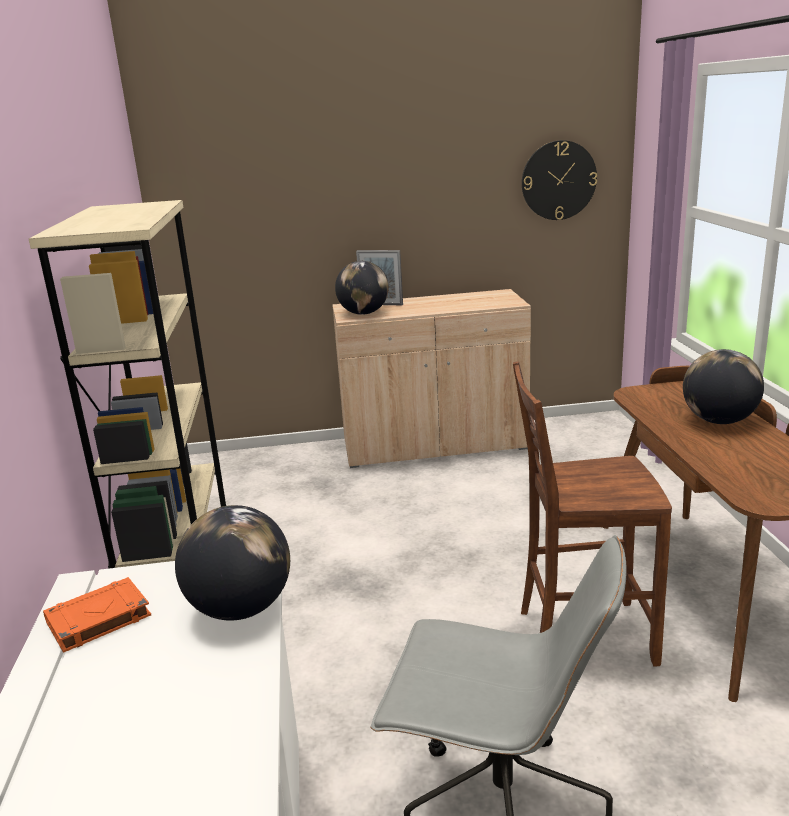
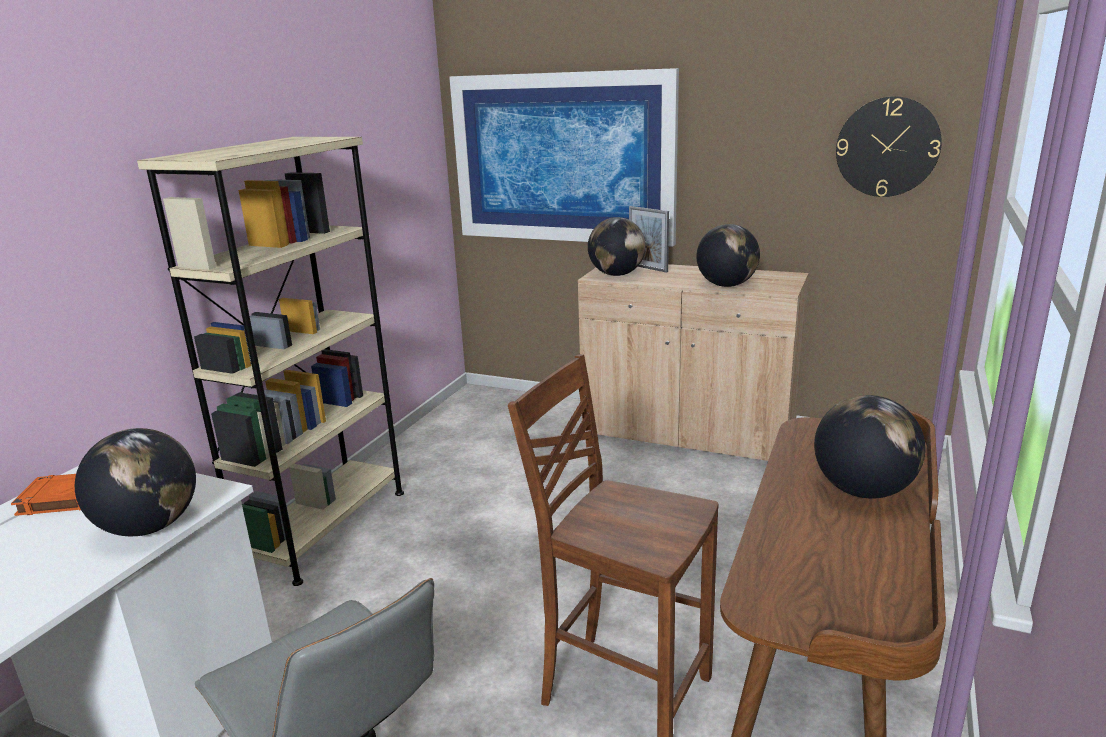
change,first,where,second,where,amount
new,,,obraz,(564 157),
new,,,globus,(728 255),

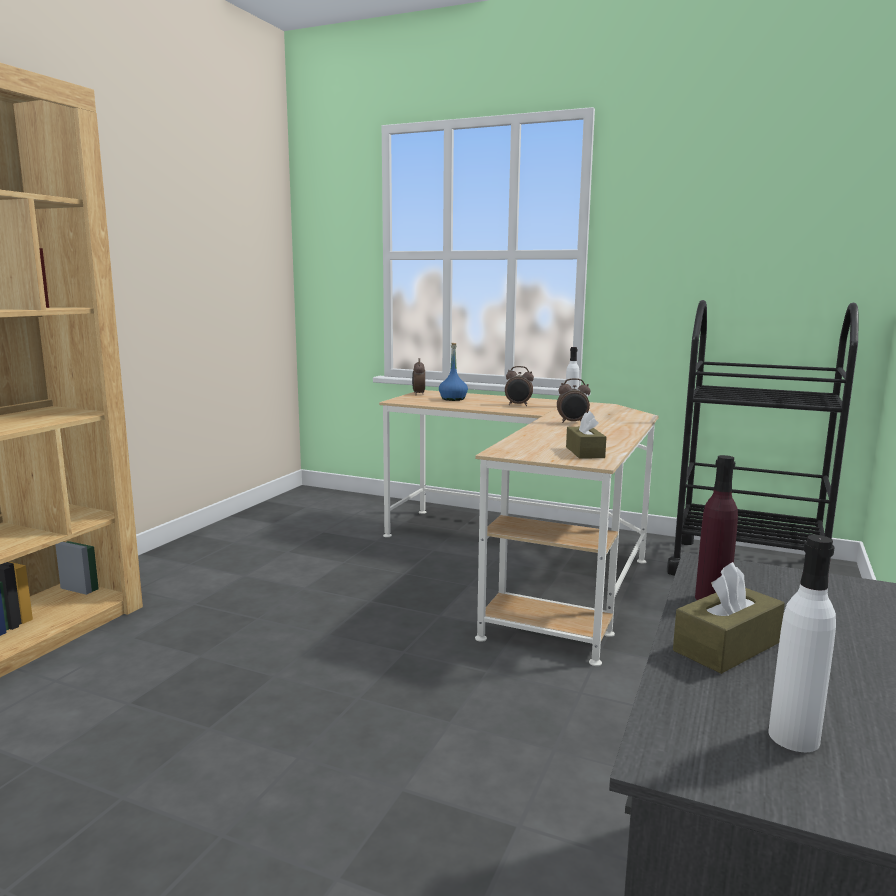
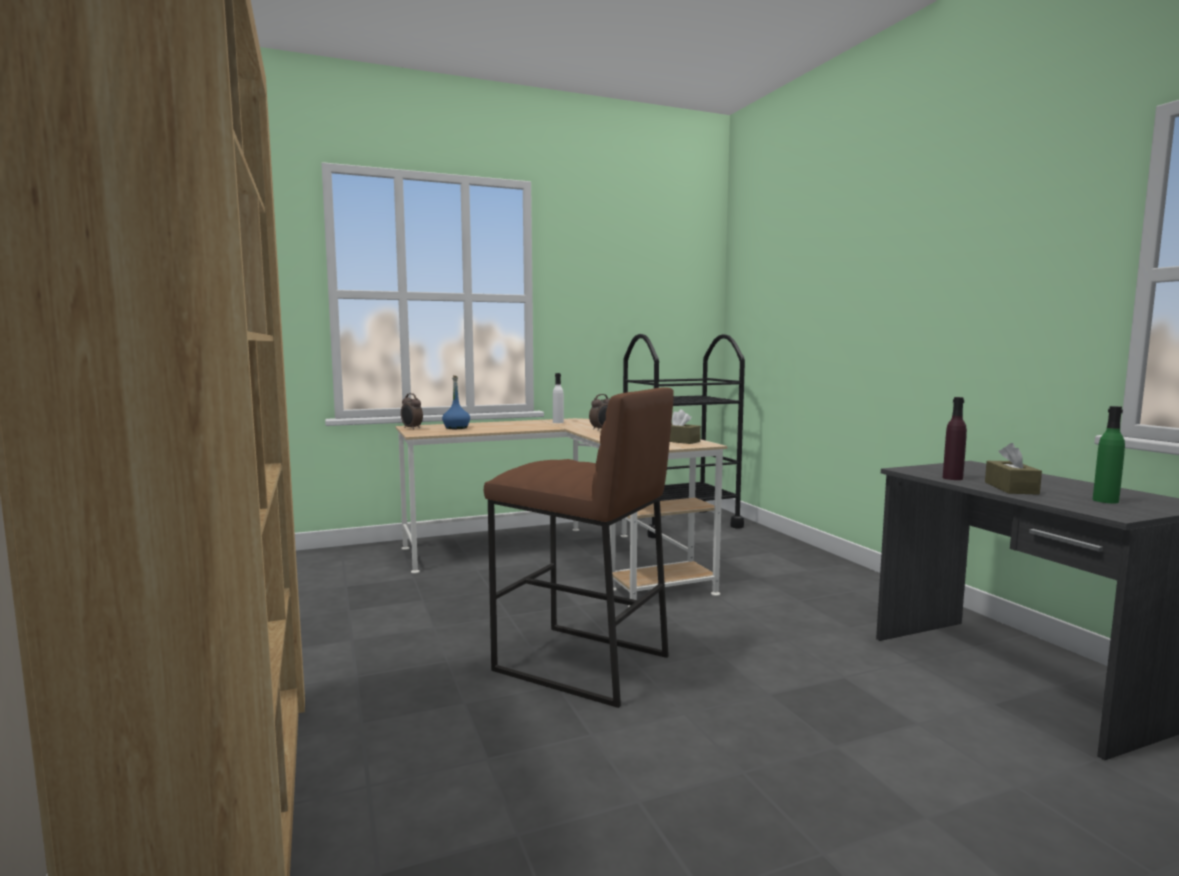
change,first,where,second,where,amount
gone,budzik,(519 386),,,
repainted,butelka [biały],(802 643),butelka [zielony],(1108 454),
new,,,stołek [brązowy],(579 547),

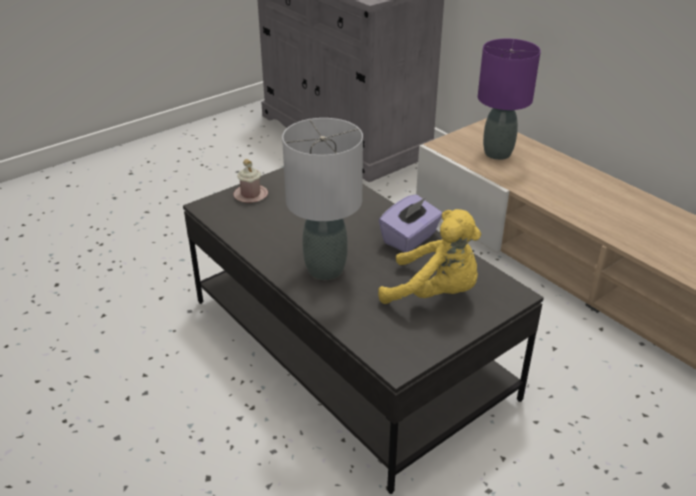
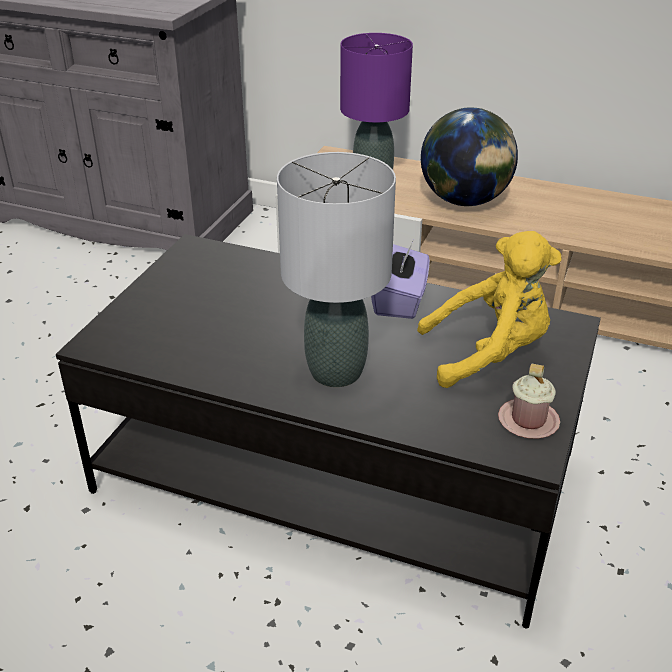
change,first,where,second,where,amount
shifted,kubek [różowy],(250 181),,(529 401),
new,,,globus,(469 156),

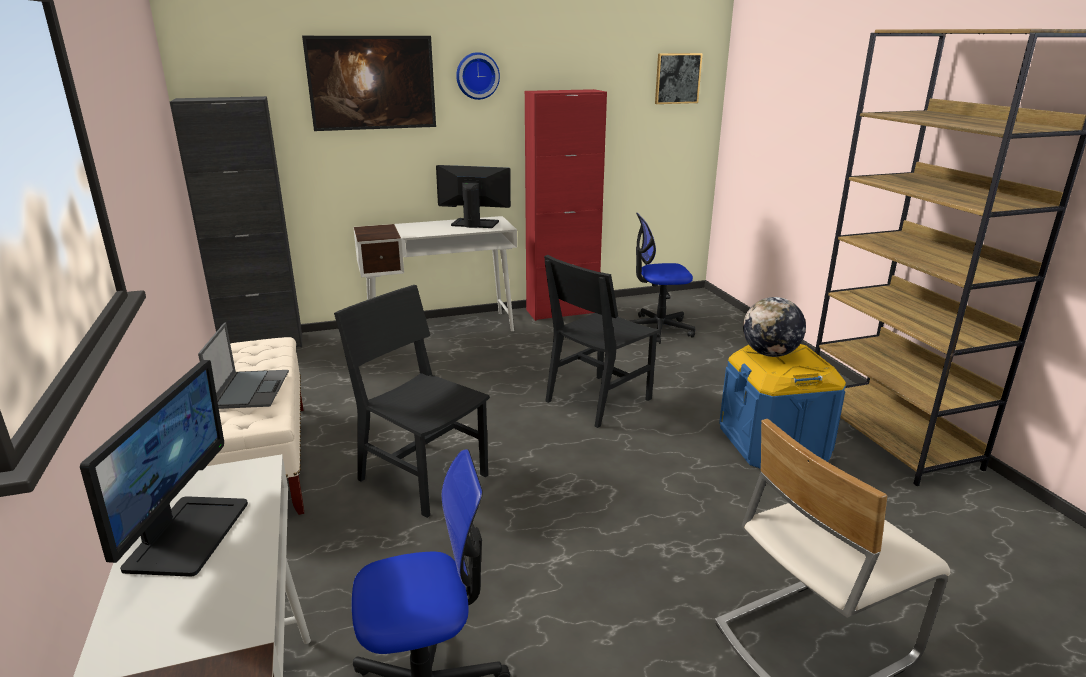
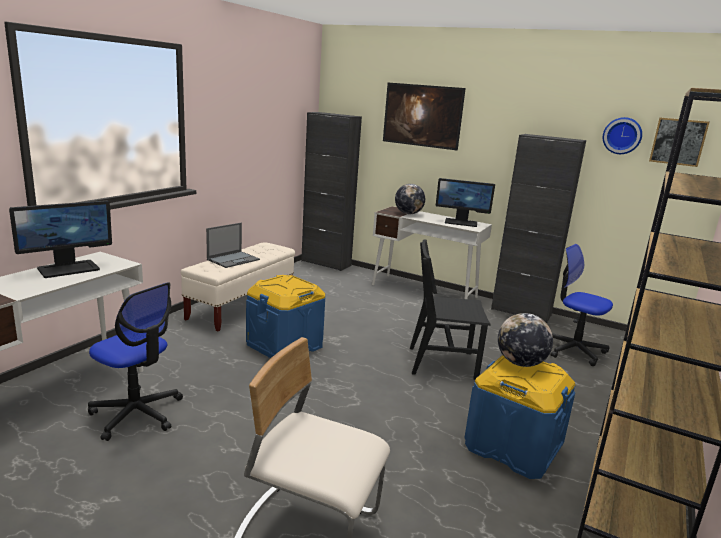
change,first,where,second,where,amount
shifted,zegar ścienny,(478 76),,(622 135),
repainted,szafka [czerwony],(566 205),szafka [czarny],(538 228),
rotated,monitor,(473 196),,(465 202),135 degrees clockwise
swapped,krzesło [czarny],(412 401),pojemnik do przechowywania [niebieski],(285 316),
new,,,globus,(410 199),

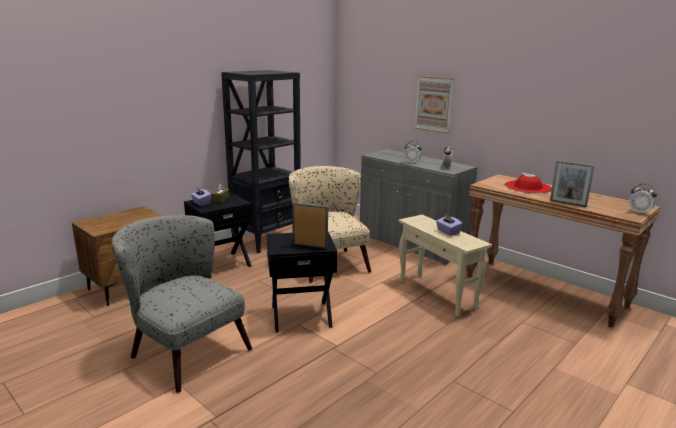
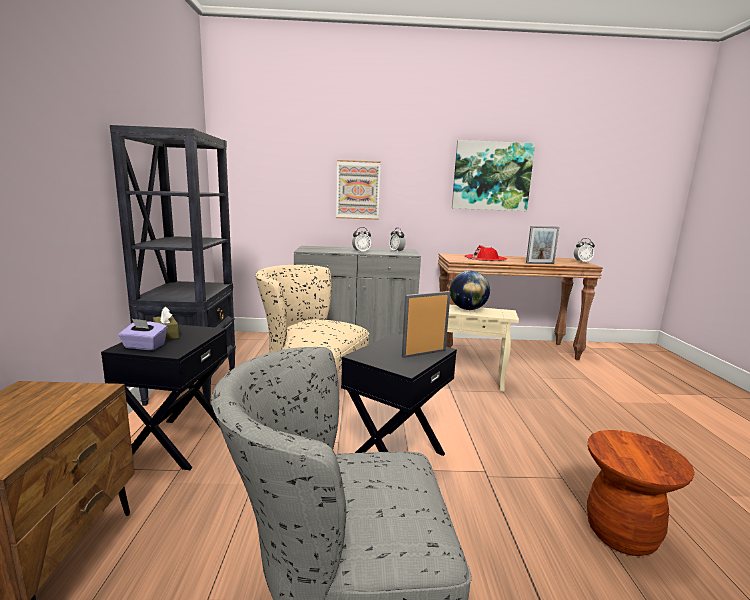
change,first,where,second,where,amount
swapped,pudełko chusteczek [fioletowy],(449 225),globus,(470 290),
new,,,obraz,(493 175),
new,,,stołek [brązowy],(641 493),

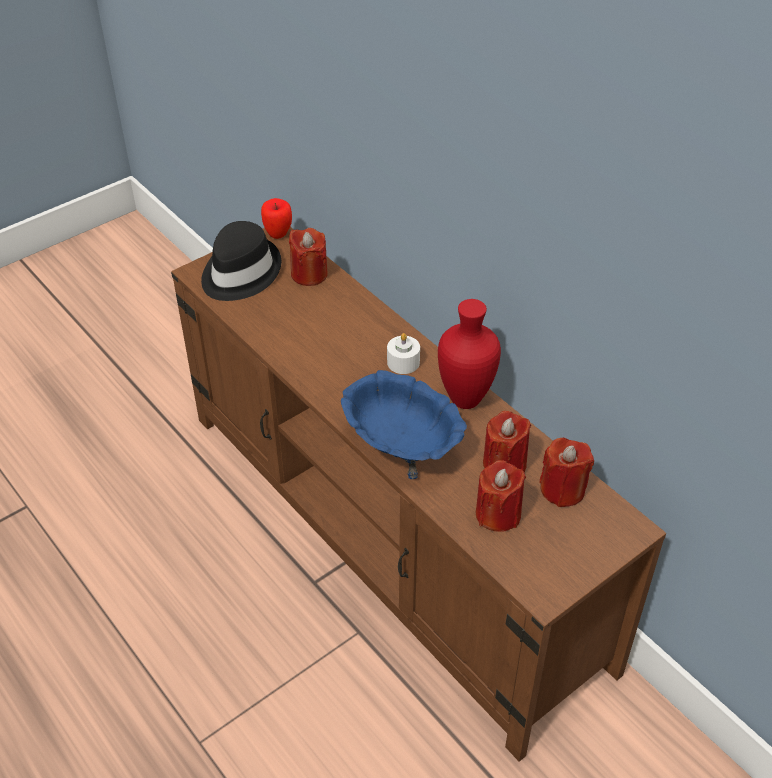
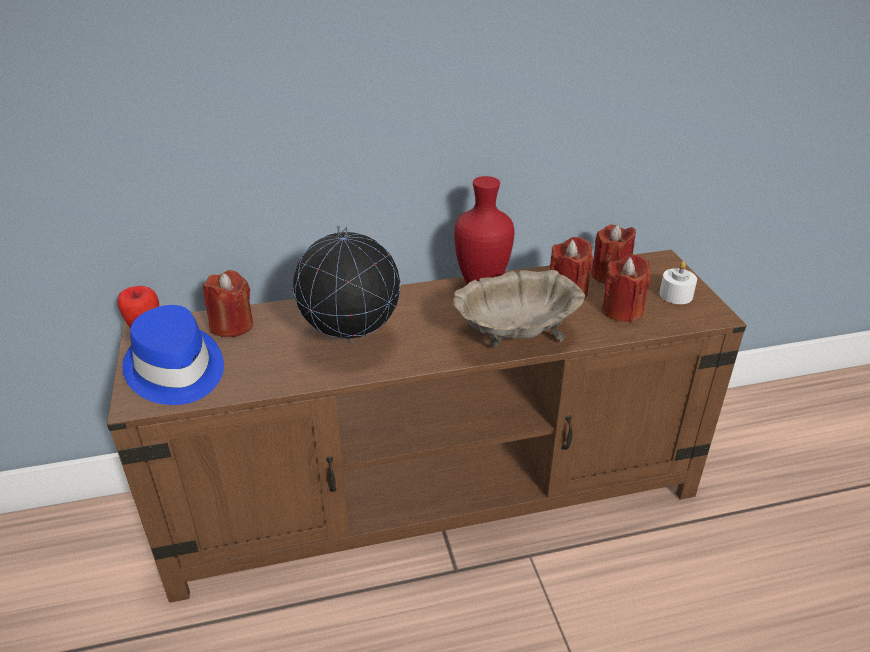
change,first,where,second,where,amount
repainted,kapelusz [czarny],(241 261),kapelusz [niebieski],(173 355),
shifted,świeca [biały],(403 353),,(678 282),
repainted,miska [niebieski],(404 424),miska [beżowy],(519 309),
new,,,globus,(347 284),

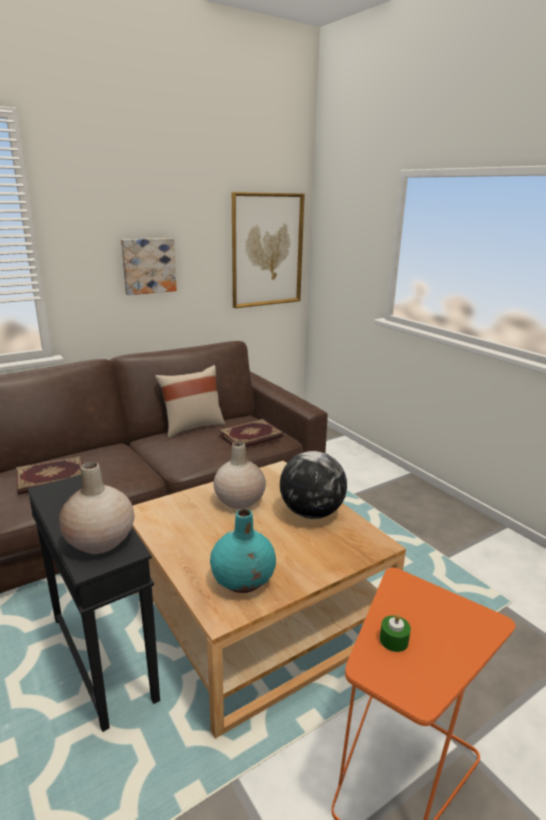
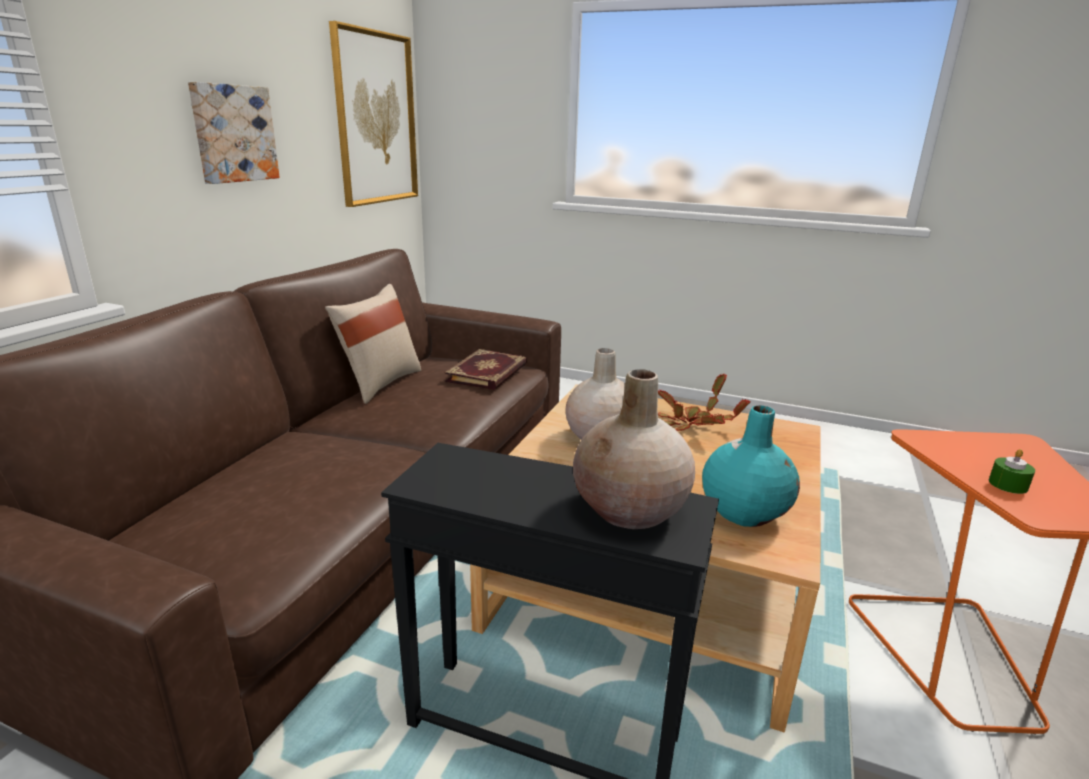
change,first,where,second,where,amount
swapped,globus,(313 485),roślina doniczkowa,(704 402),
gone,książka,(49 475),,,

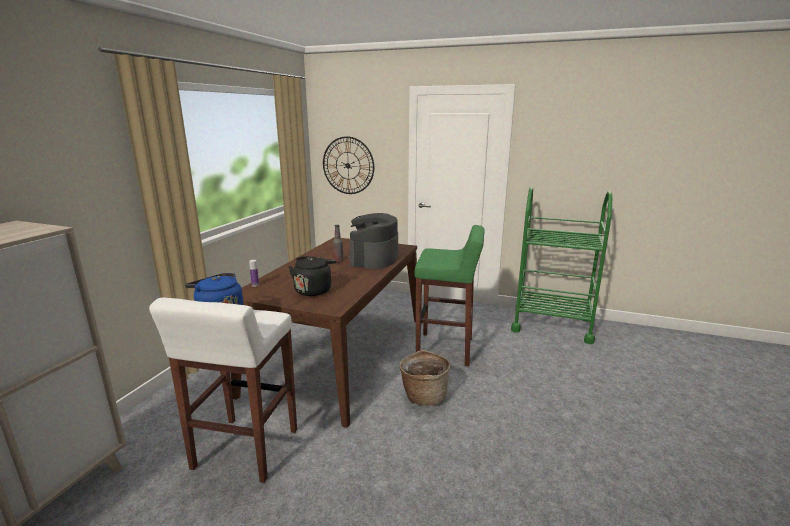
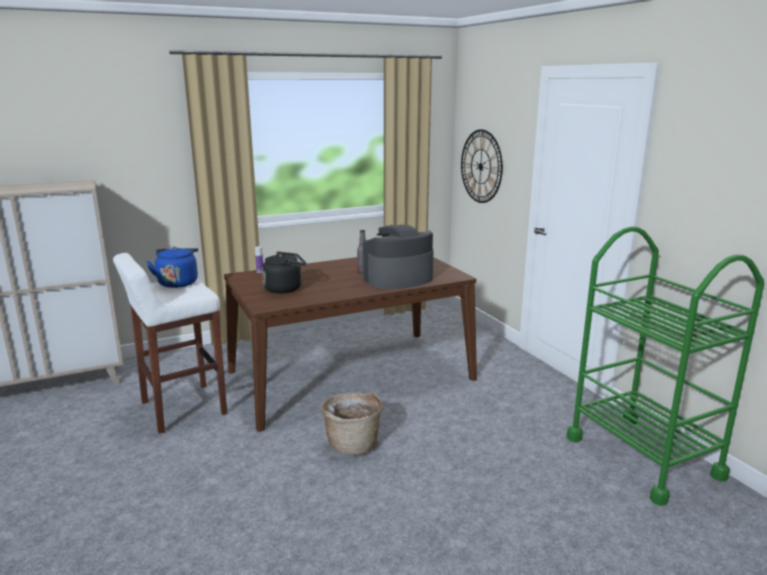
change,first,where,second,where,amount
gone,stołek [zielony],(449 295),,,

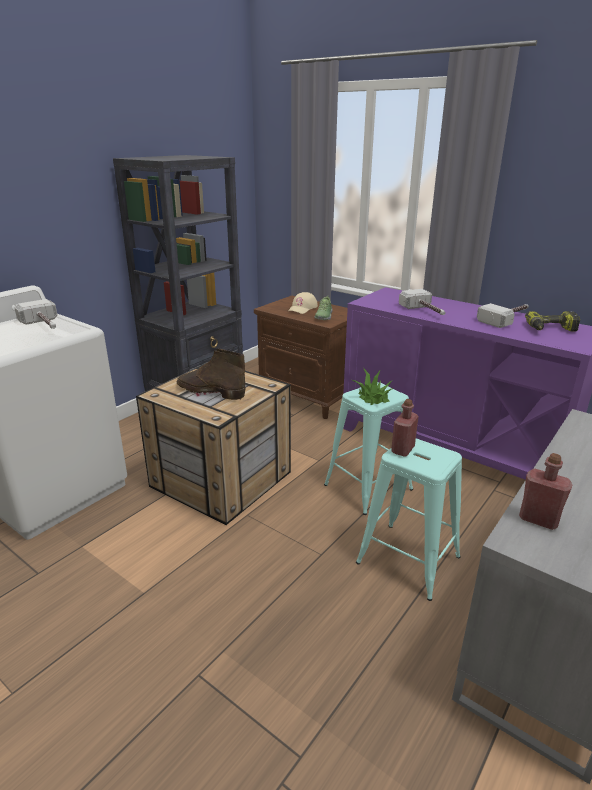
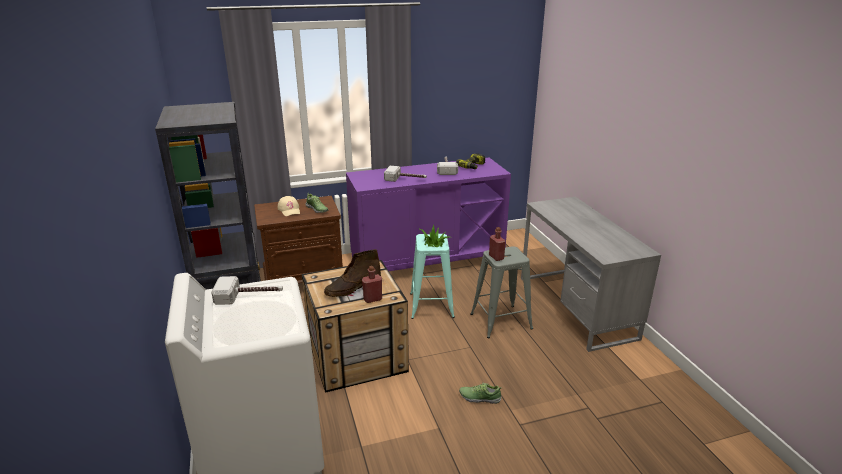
change,first,where,second,where,amount
repainted,stołek [turkusowy],(409 519),stołek [szary],(501 292),
shifted,butelka [czerwony],(545 491),,(372 284),
new,,,but,(480 393),

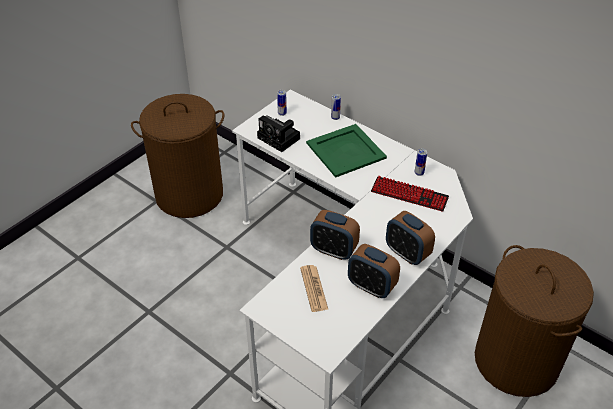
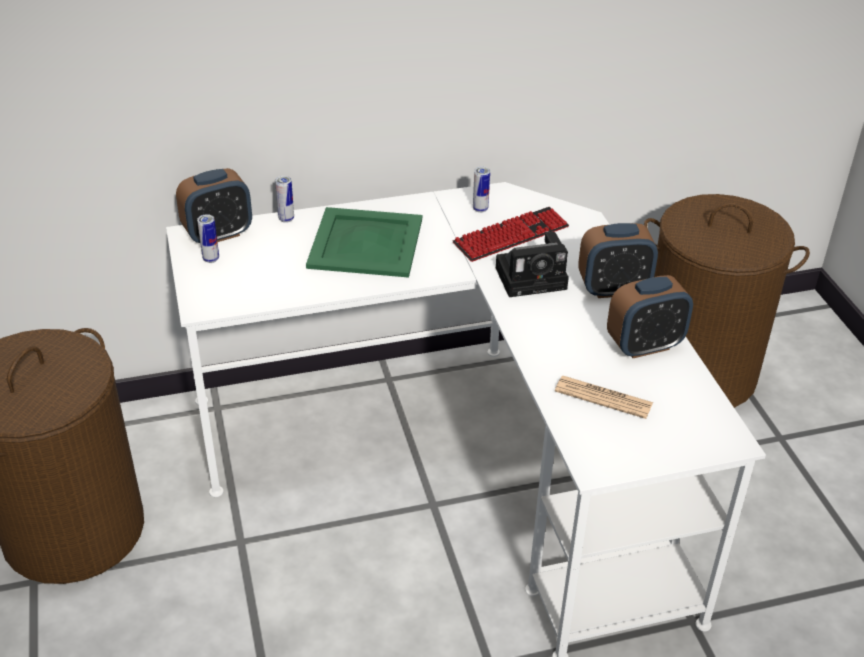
change,first,where,second,where,amount
shifted,aparat fotograficzny,(278 134),,(532 264),
shifted,budzik,(335 235),,(214 205),

